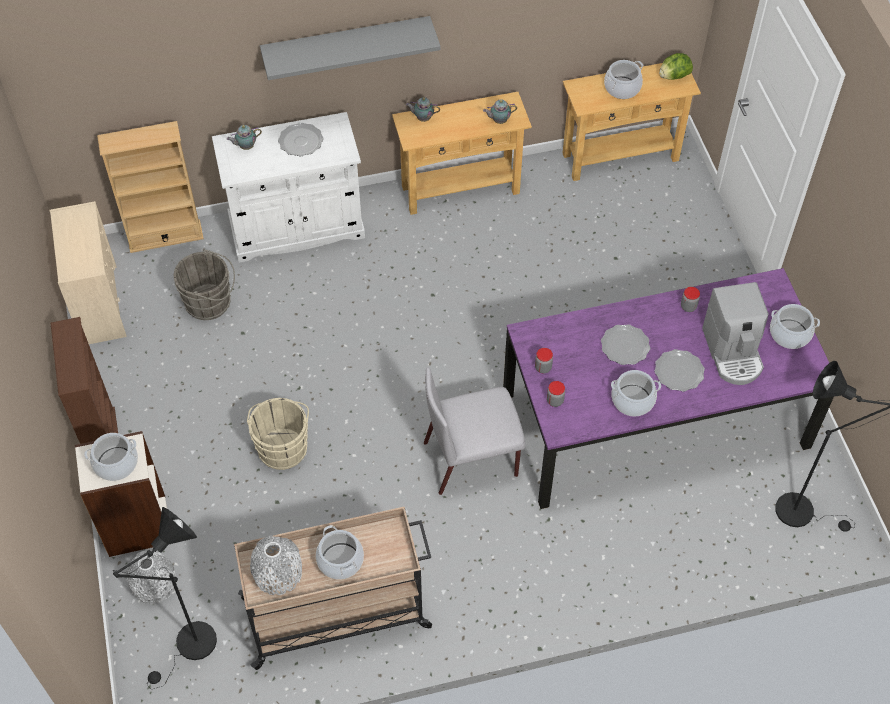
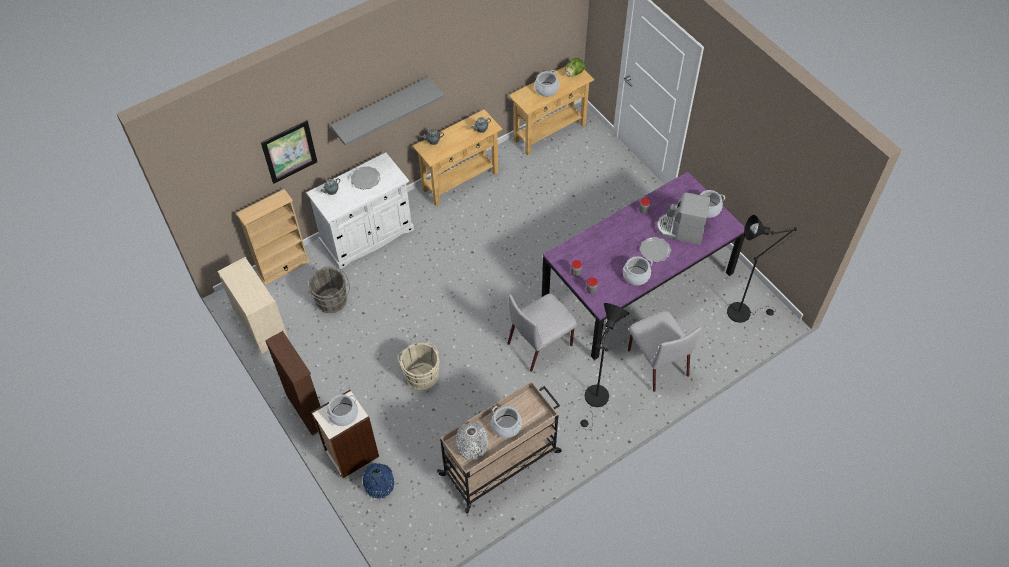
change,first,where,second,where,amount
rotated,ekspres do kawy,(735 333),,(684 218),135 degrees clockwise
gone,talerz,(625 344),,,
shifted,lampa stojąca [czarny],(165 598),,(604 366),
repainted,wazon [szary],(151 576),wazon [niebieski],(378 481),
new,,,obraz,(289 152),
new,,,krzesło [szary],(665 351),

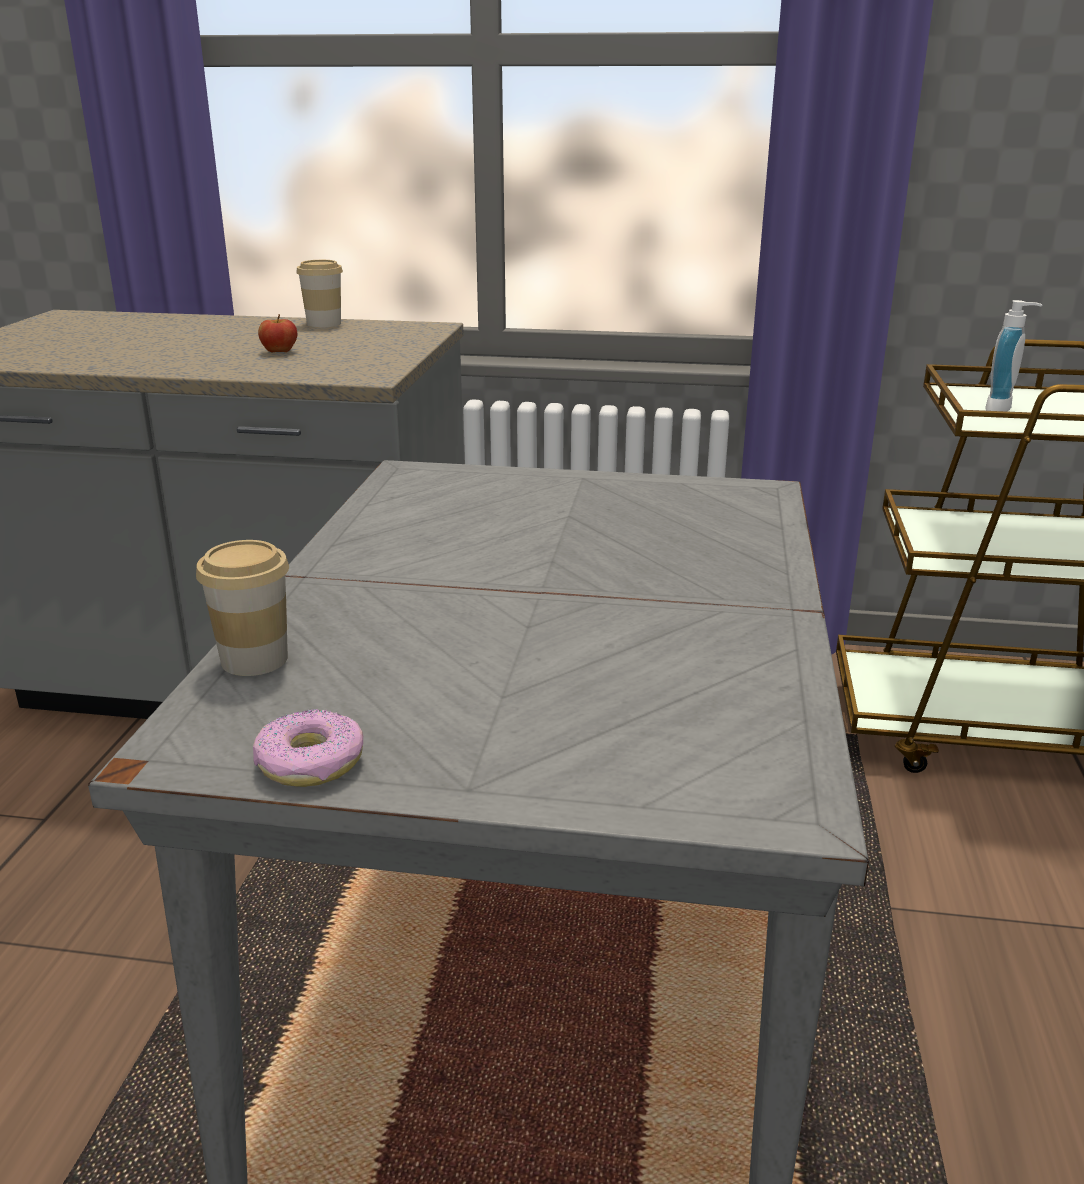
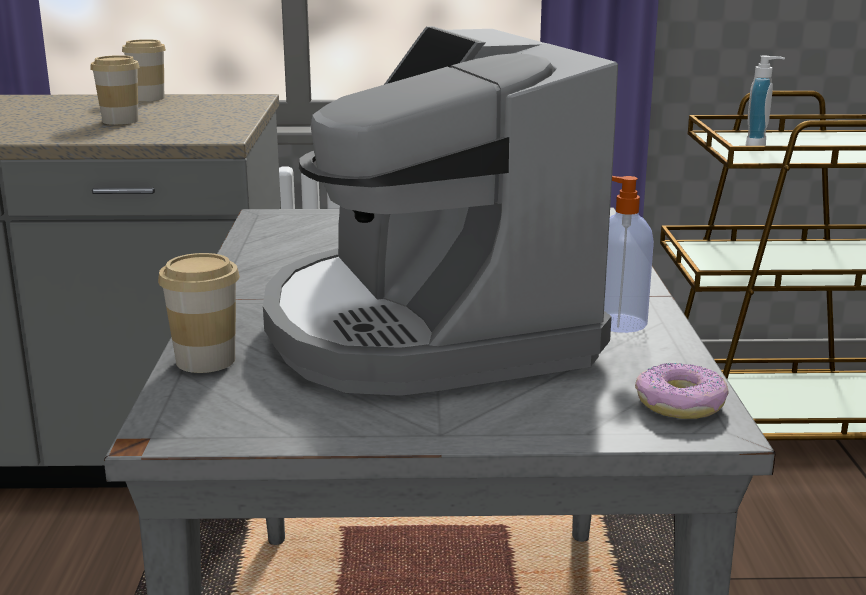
change,first,where,second,where,amount
swapped,jabłko,(277 333),filiżanka,(115 90),
shifted,donut,(308 748),,(682 391),
new,,,ekspres do kawy,(440 211),
new,,,dozownik mydła,(629 254),

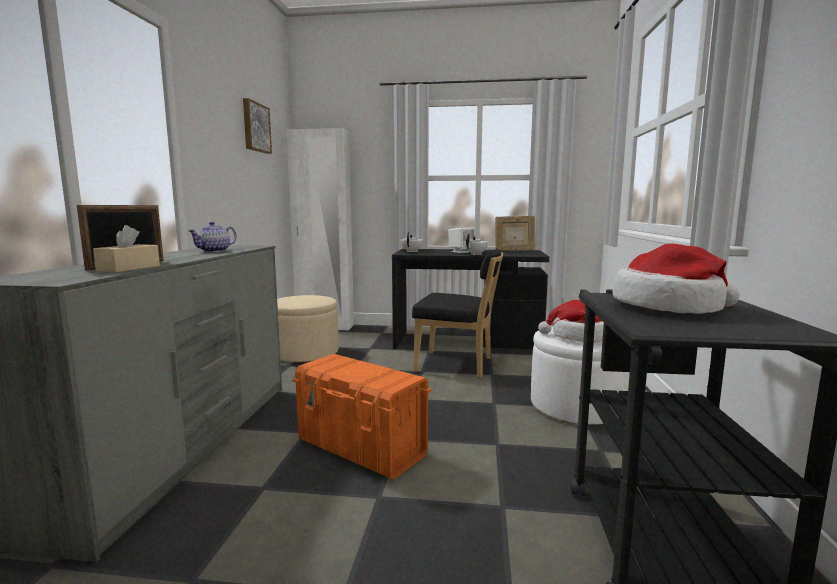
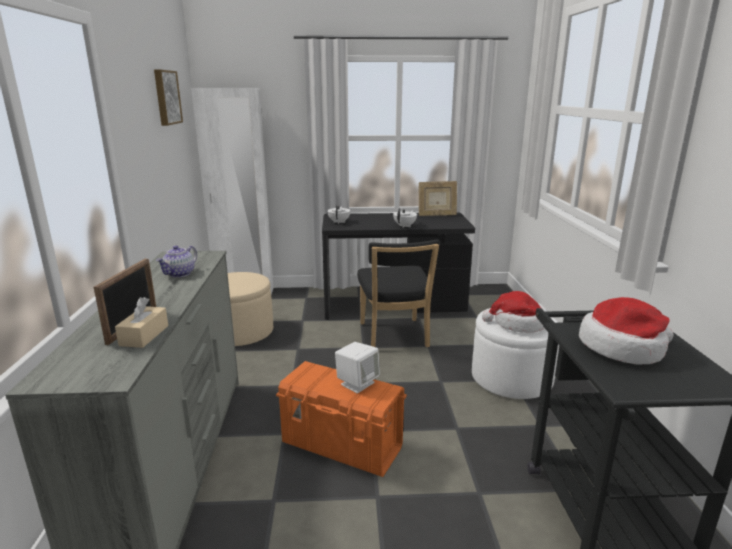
change,first,where,second,where,amount
shifted,głośnik [biały],(461 240),,(357 367),
rotated,krzesło [czarny],(457 313),,(398 293),75 degrees clockwise

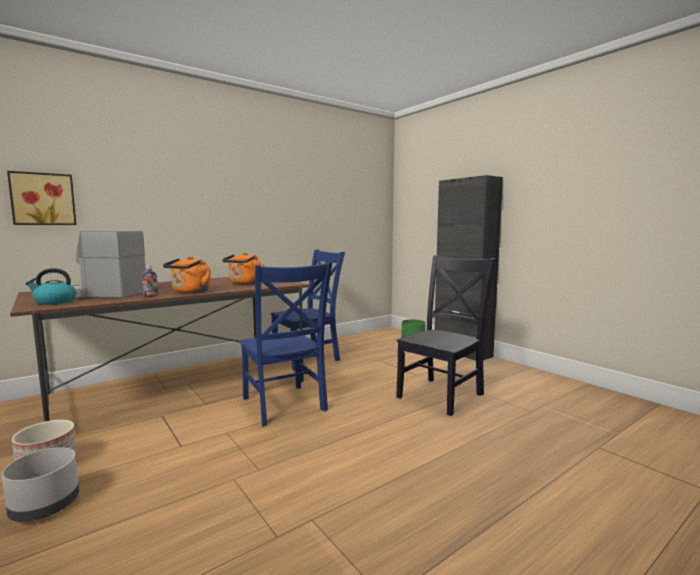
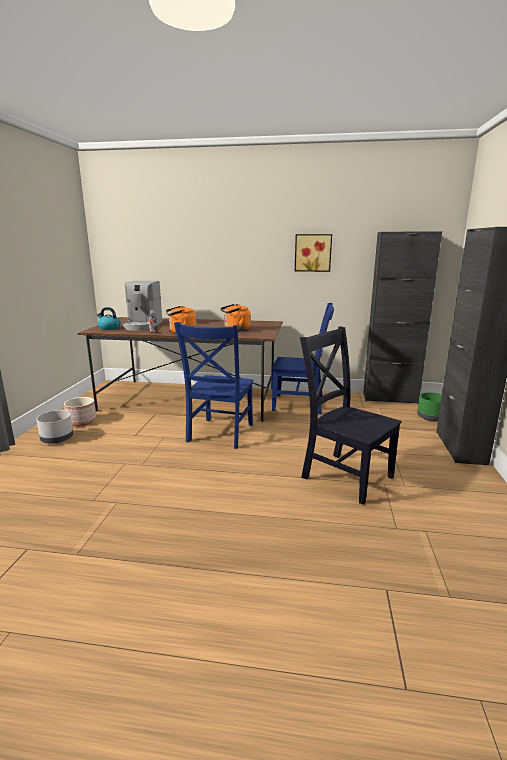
change,first,where,second,where,amount
shifted,obraz,(41 198),,(313 253),
rotated,ekspres do kawy,(109 264),,(142 306),135 degrees counterclockwise
rotated,krzesło [czarny],(446 335),,(351 415),135 degrees counterclockwise
new,,,szafka [czarny],(402 317),

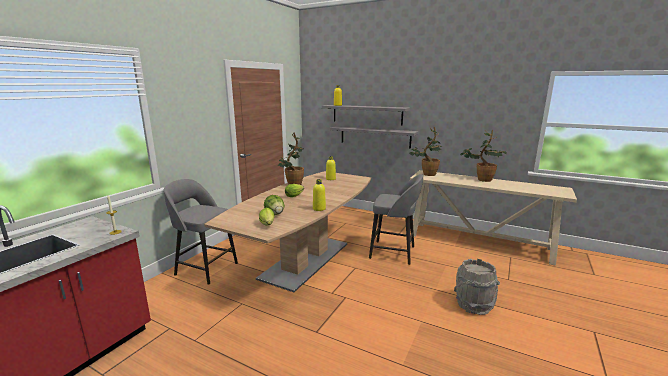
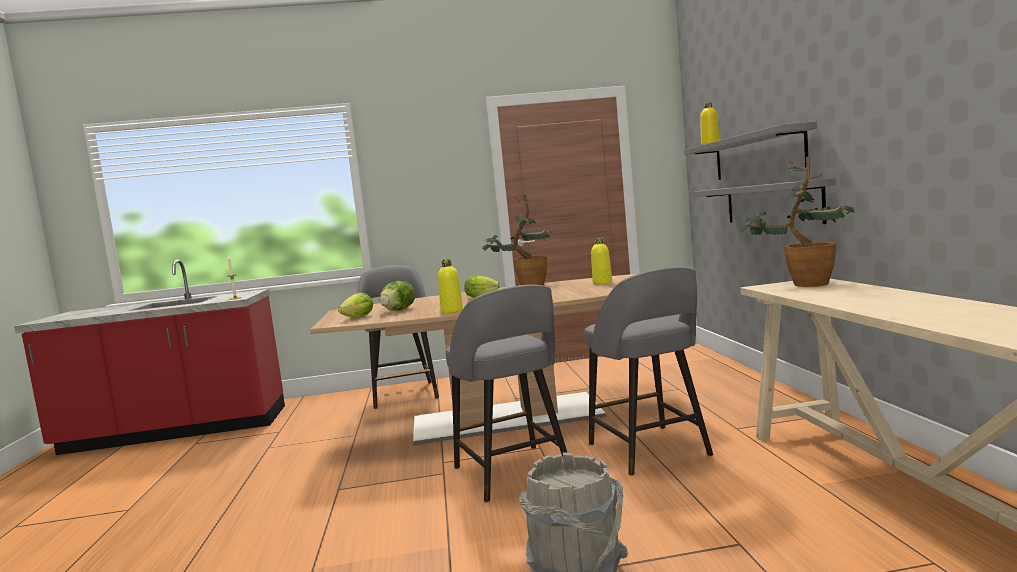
change,first,where,second,where,amount
gone,roślina doniczkowa,(483 156),,,
new,,,stołek [szary],(506 393),

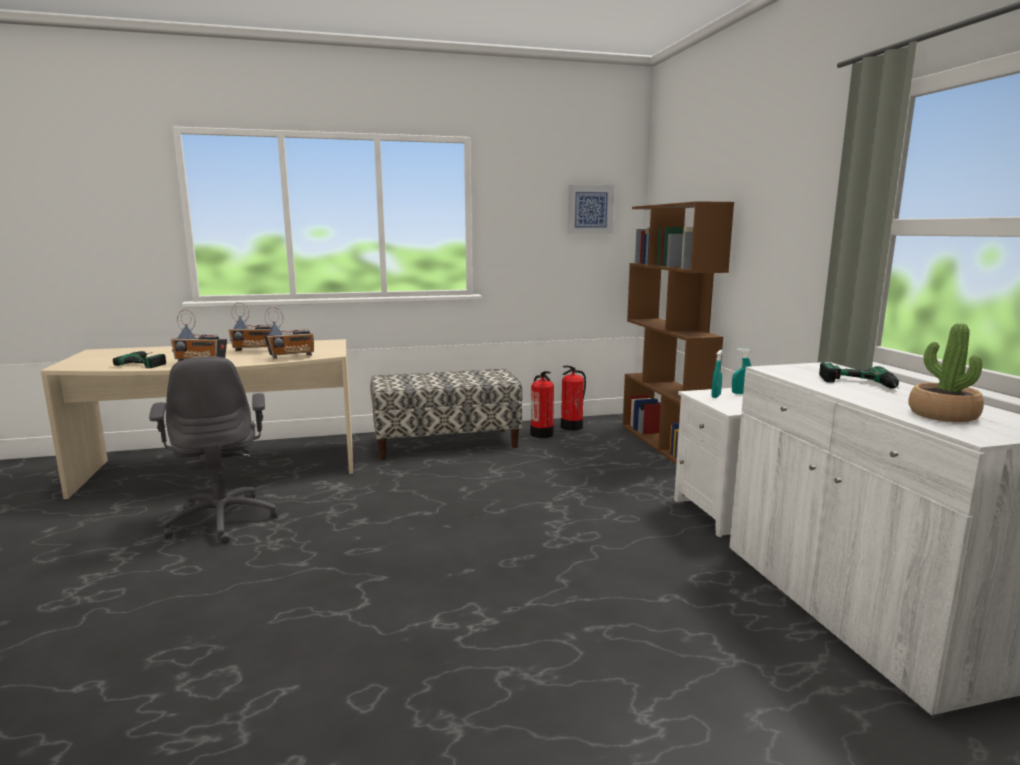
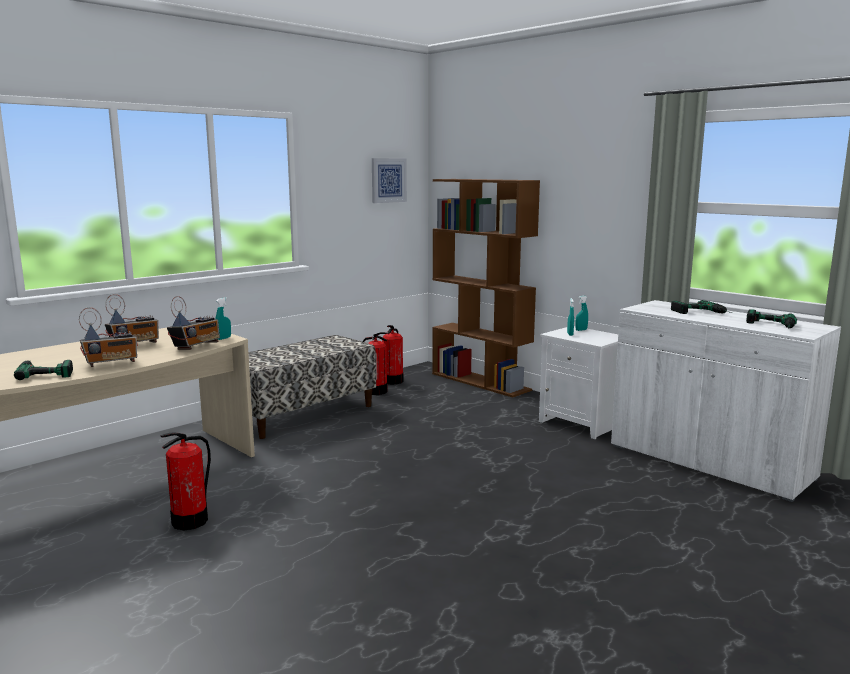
change,first,where,second,where,amount
swapped,roślina doniczkowa,(946 372),wiertarka,(771 318),
swapped,krzesło biurowe [szary],(214 449),gaśnica,(186 481),
new,,,spryskiwacz [turkusowy],(223 318),

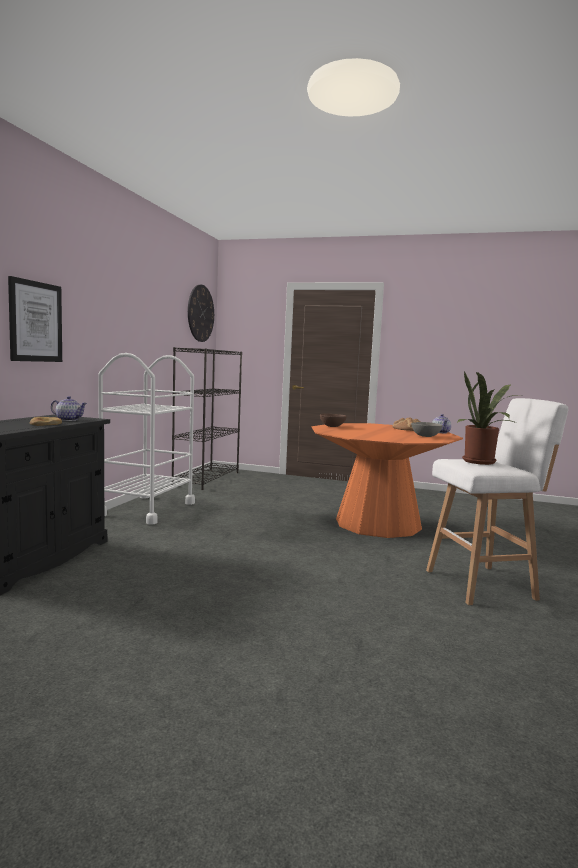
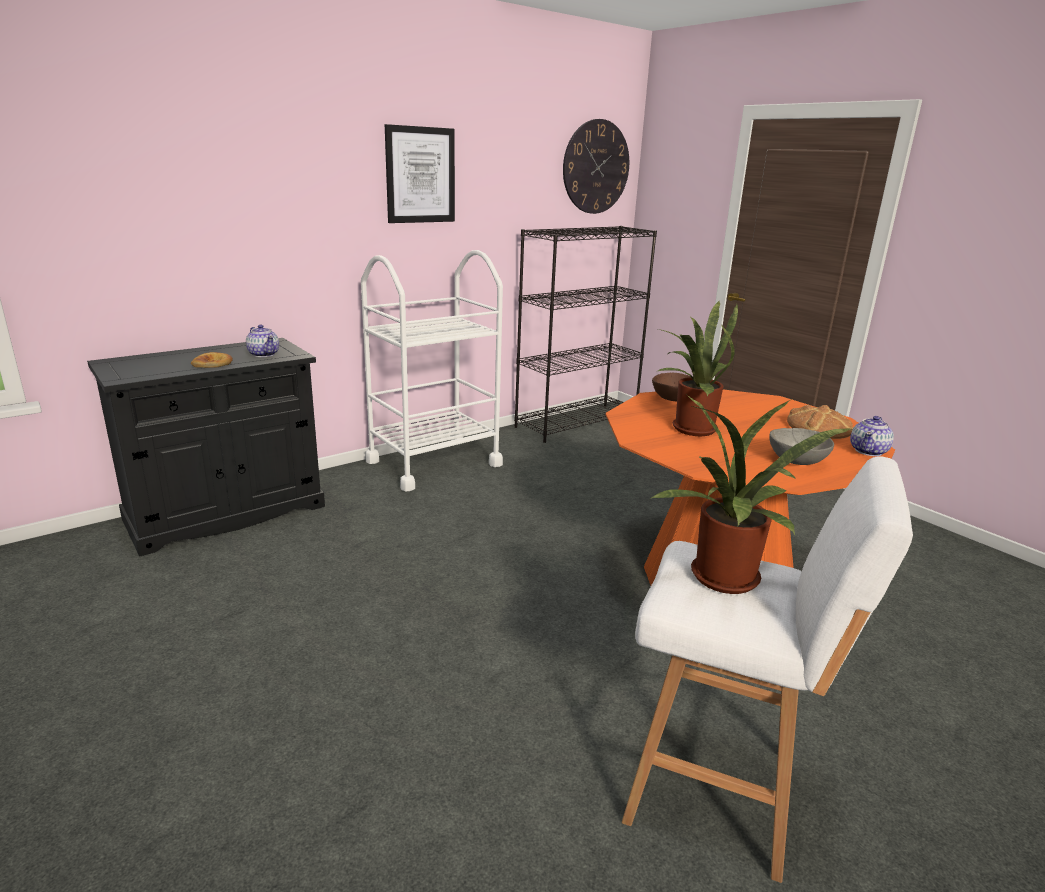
change,first,where,second,where,amount
shifted,obraz,(35 319),,(420 173),
new,,,roślina doniczkowa,(697 368),

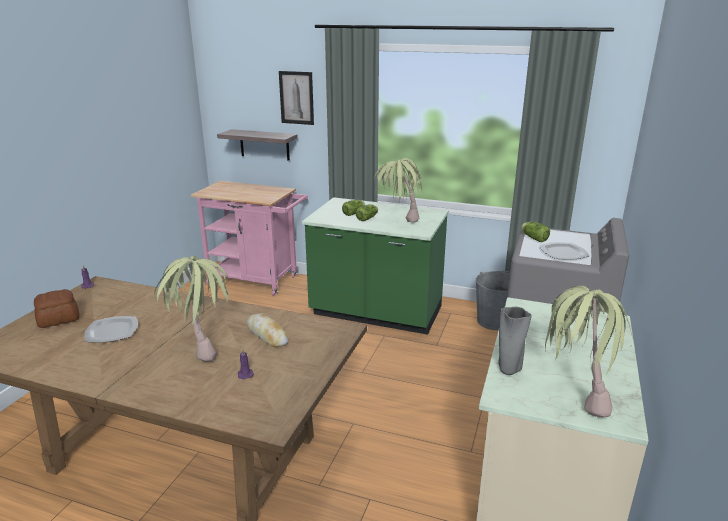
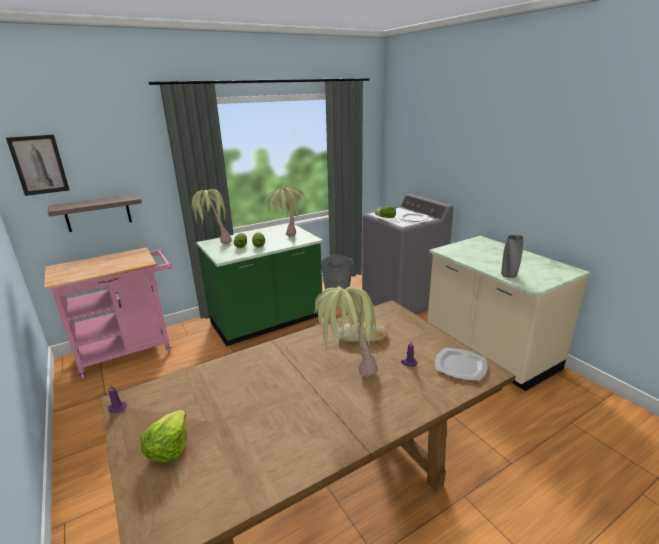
change,first,where,second,where,amount
shifted,obraz,(296 98),,(37 165),
shifted,roślina doniczkowa,(589 351),,(211 216),
swapped,chleb,(57 308),sałata,(163 436),
shifted,talerz,(111 329),,(461 364),

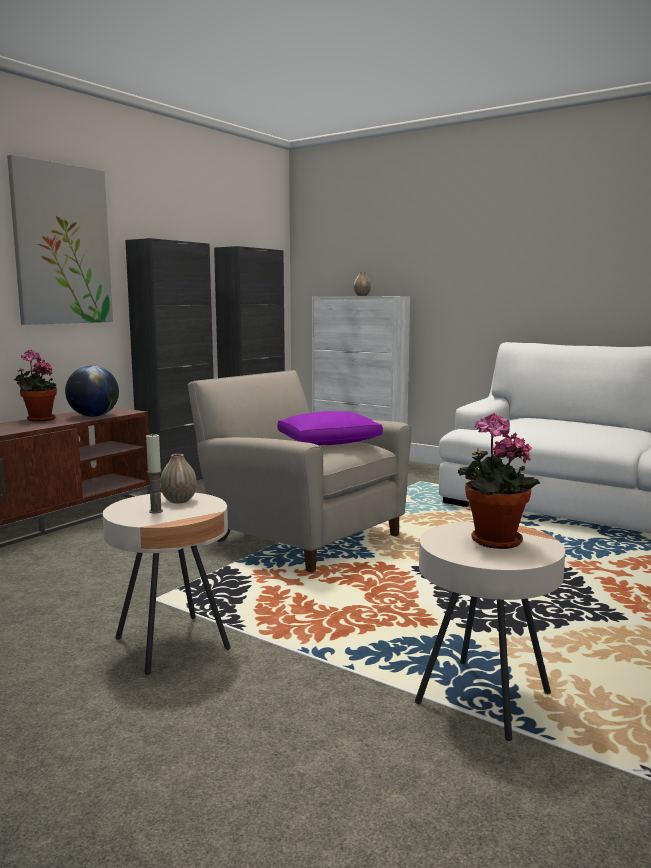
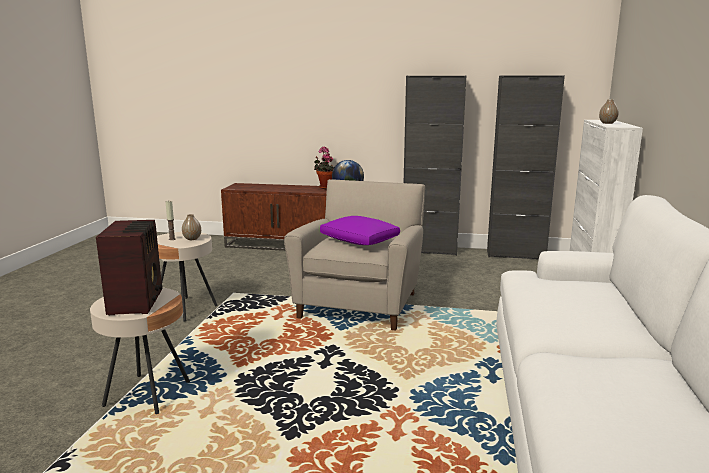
change,first,where,second,where,amount
gone,obraz,(60 240),,,
swapped,roślina doniczkowa,(499 481),radio,(129 267),

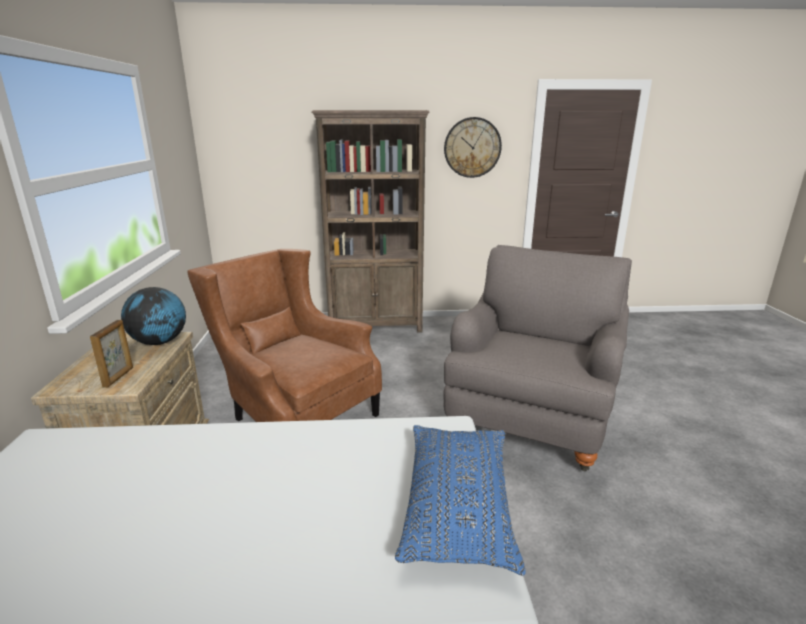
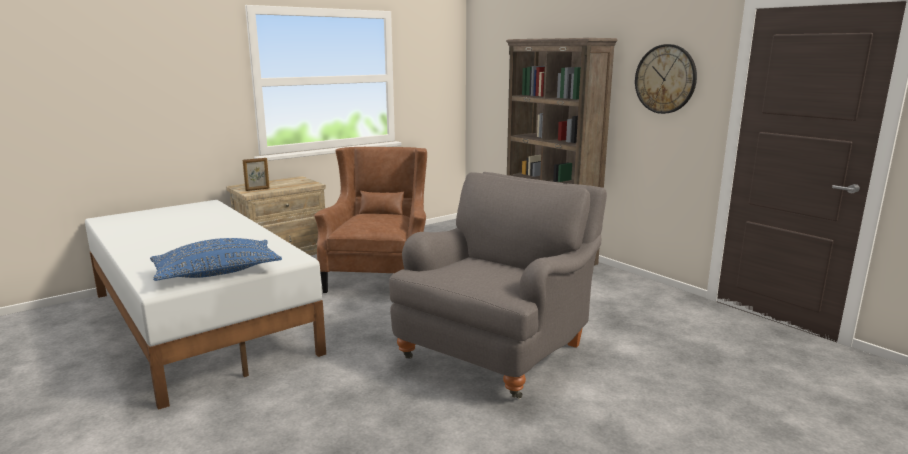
change,first,where,second,where,amount
rotated,fotel [szary],(538 358),,(498 285),45 degrees counterclockwise
gone,globus,(153 316),,,

